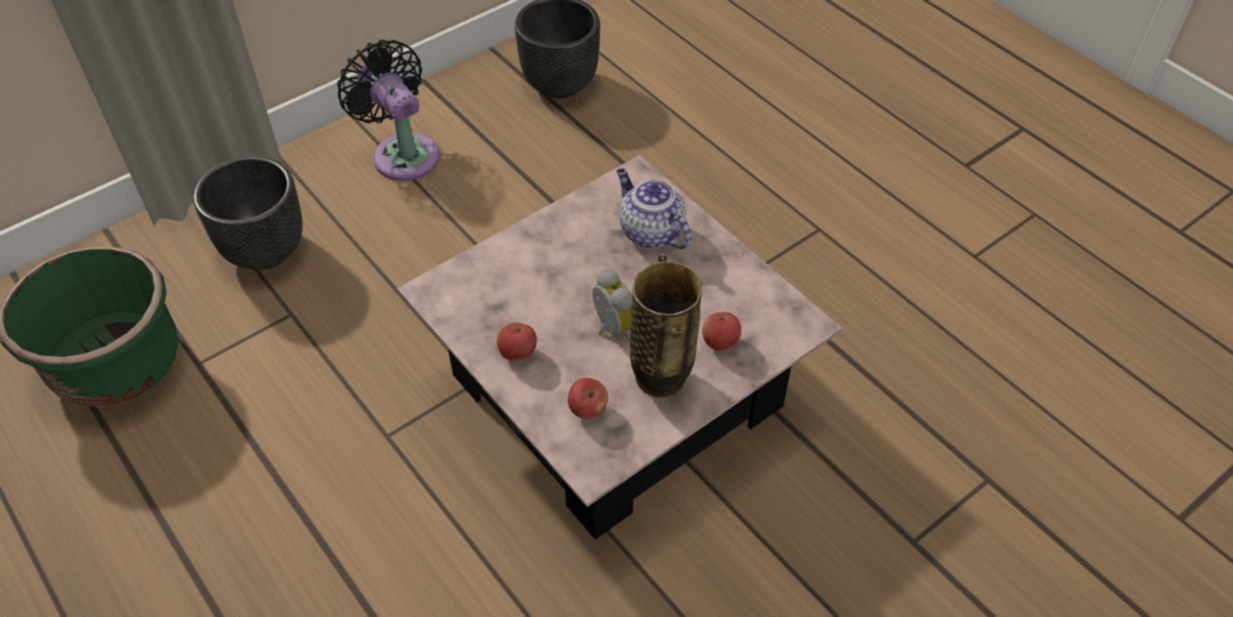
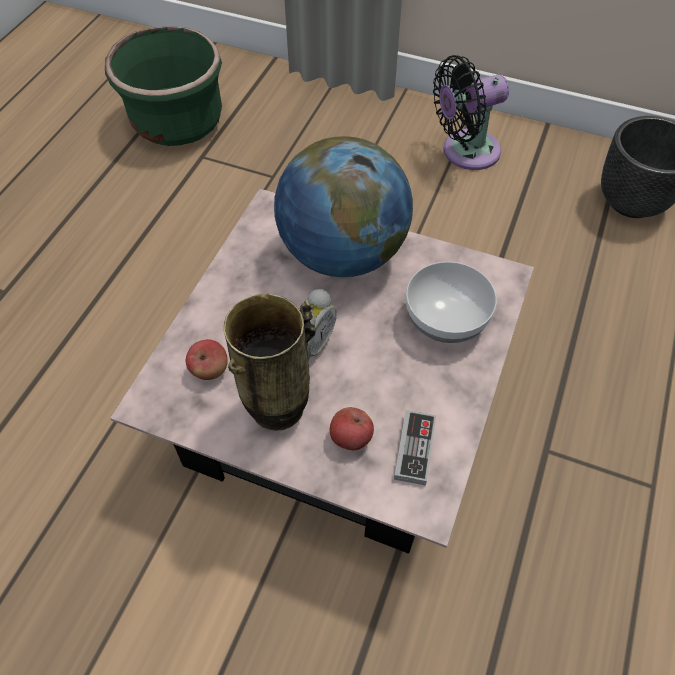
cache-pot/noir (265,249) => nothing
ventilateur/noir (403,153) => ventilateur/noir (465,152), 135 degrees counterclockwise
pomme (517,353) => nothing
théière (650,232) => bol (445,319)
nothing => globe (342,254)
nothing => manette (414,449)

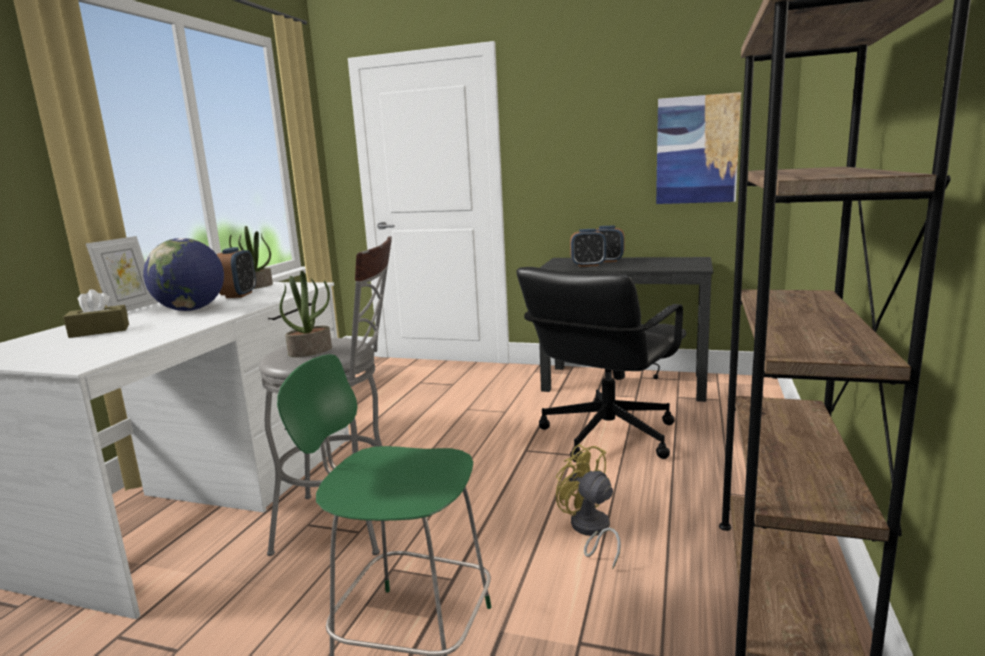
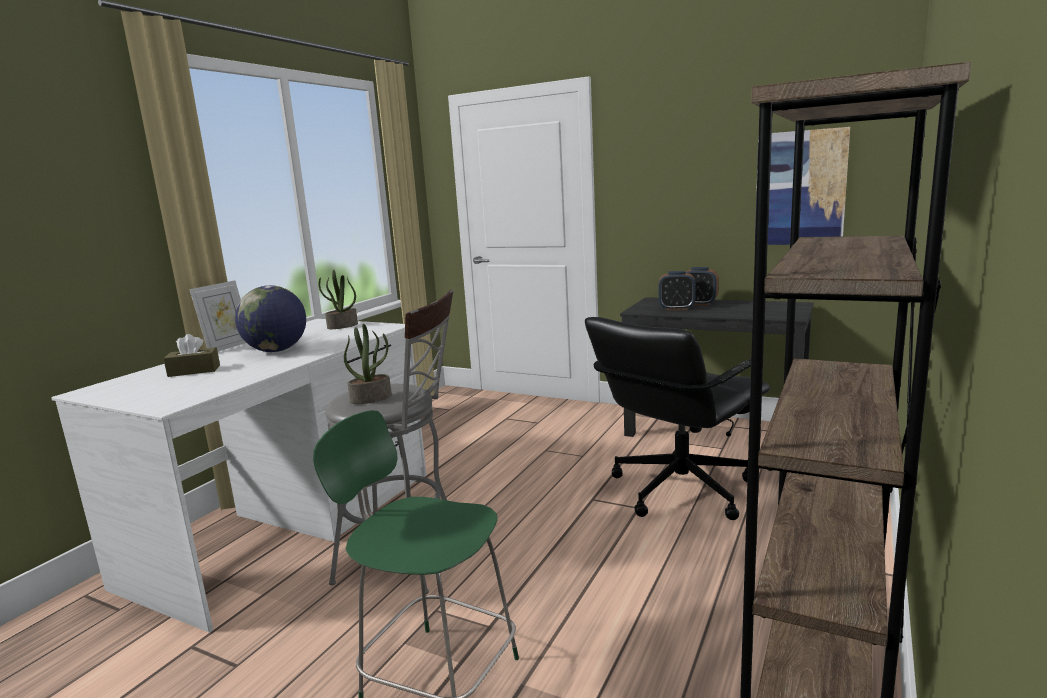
réveil (239,295) => nothing
ventilateur/jaune (590,531) => nothing

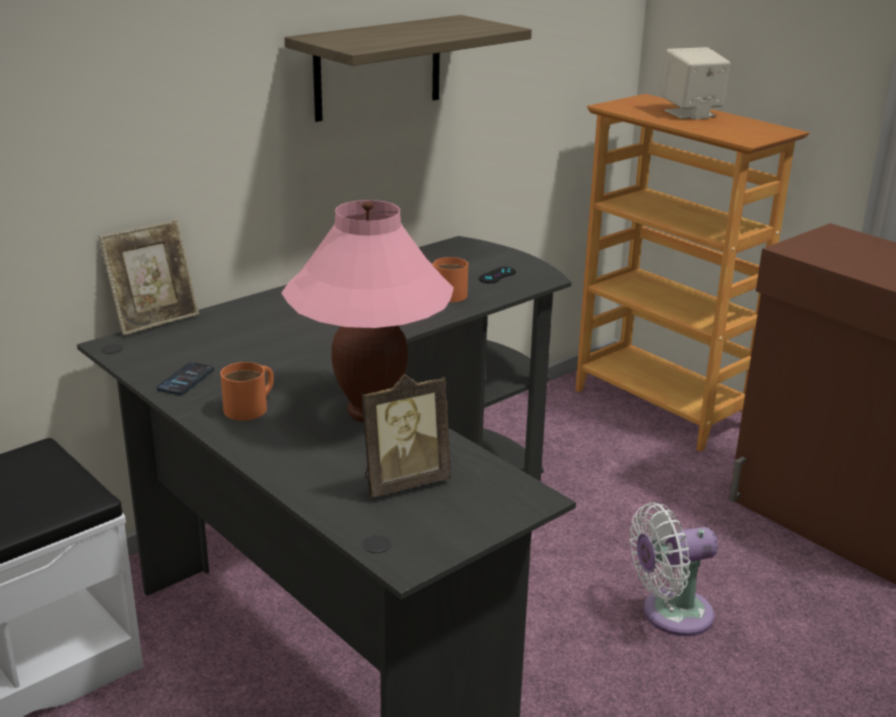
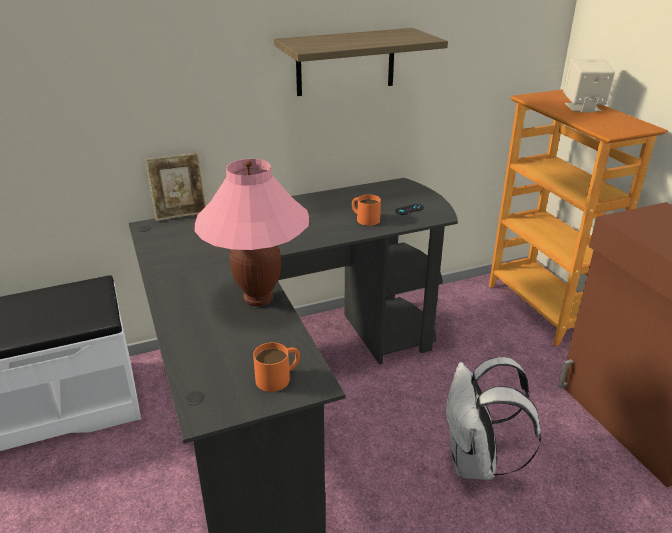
téléphone (186,380) => nothing
mug/orange (252,406) => mug/orange (279,377), relocated
cadre photo (403,482) => nothing
ventilateur/blanc (670,614) => sac à dos/blanc (476,462)

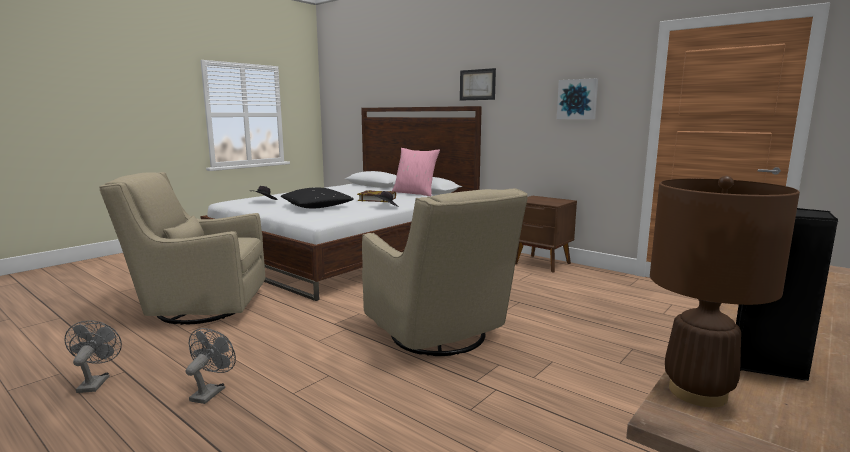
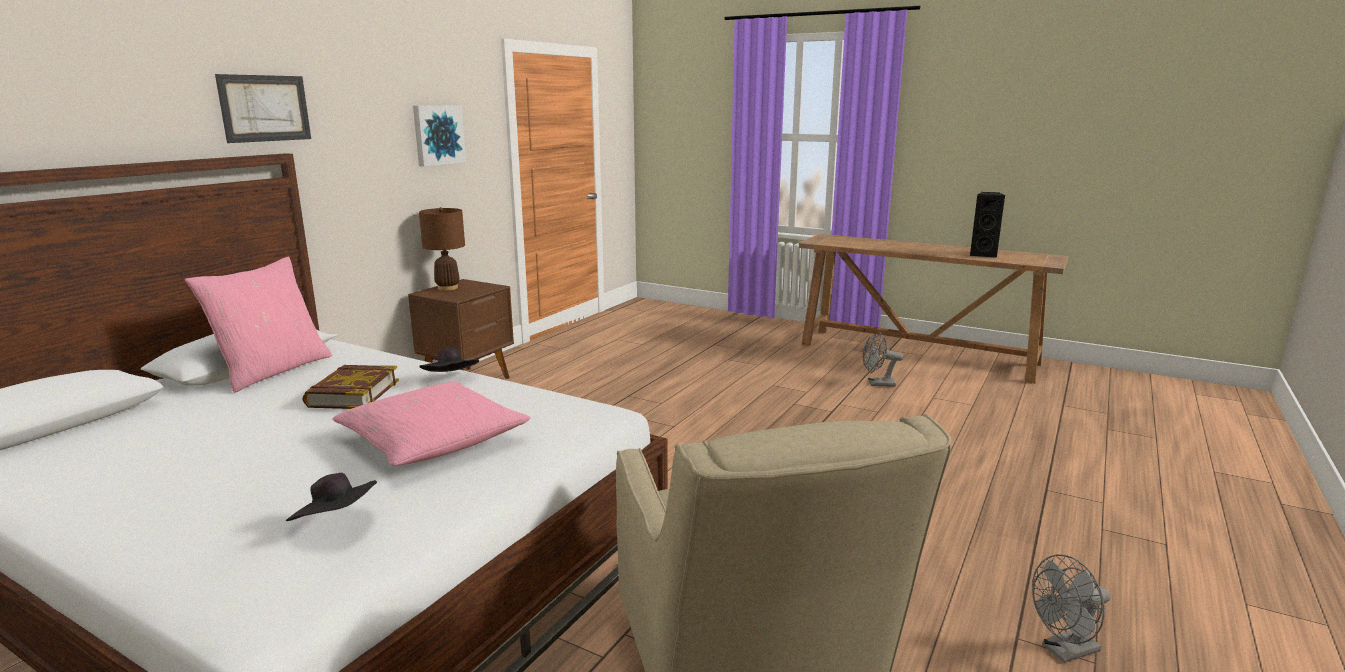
ventilateur/gris (211,392) => ventilateur/gris (877,384), relocated
coussin/noir (317,207) => coussin/rose (433,441)
fauteuil/beige (440,336) => nothing
lampe de table/marron (697,392) => lampe de table/marron (448,288), relocated

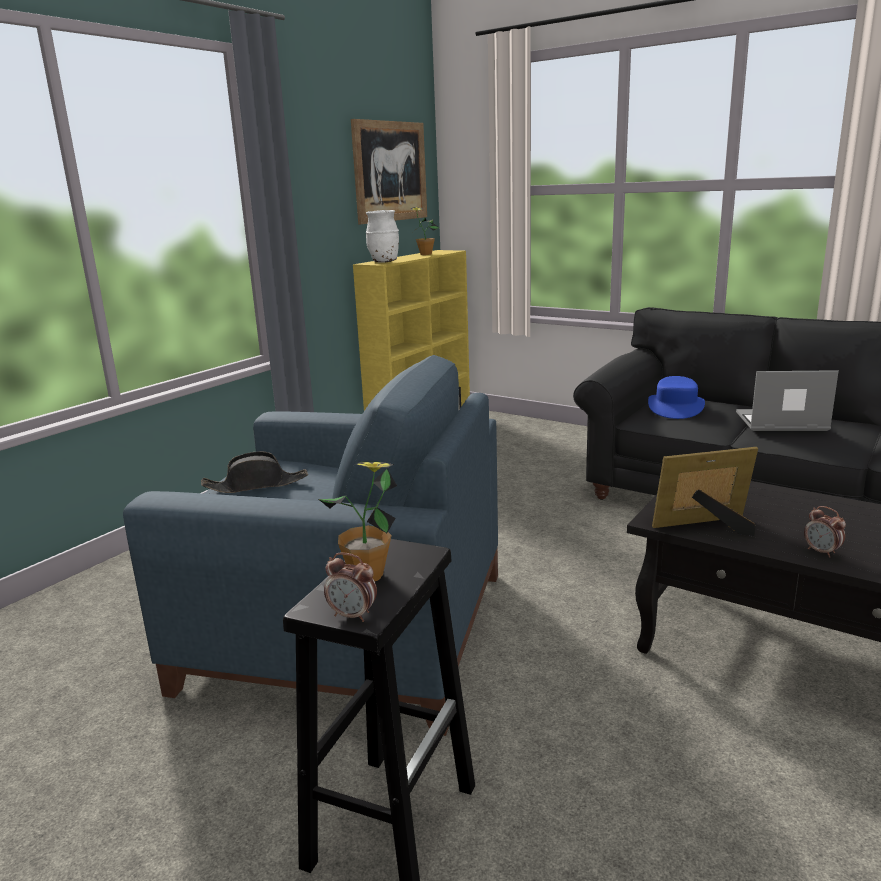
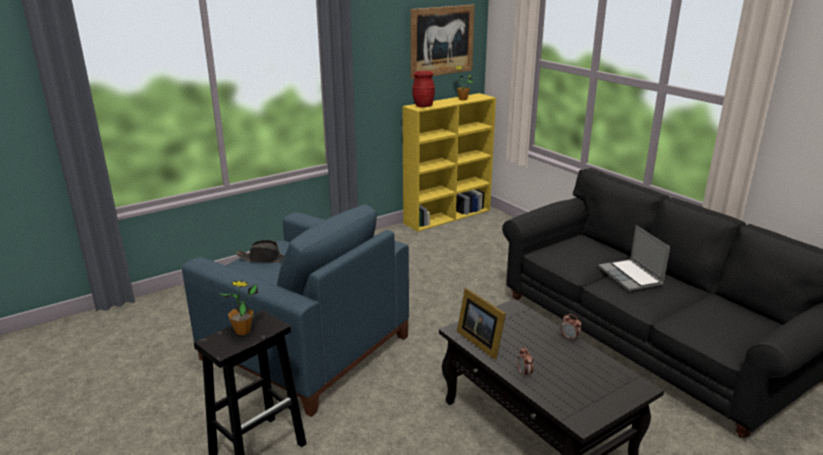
réveil (353,615) => réveil (569,338), relocated
vase/blanc (384,262) => vase/rouge (423,106)
chapeau/bleu (675,407) => nothing
cadre photo (706,526) => cadre photo (480,341), 135 degrees counterclockwise
ordinateur portable (780,423) => ordinateur portable (631,276), 135 degrees counterclockwise

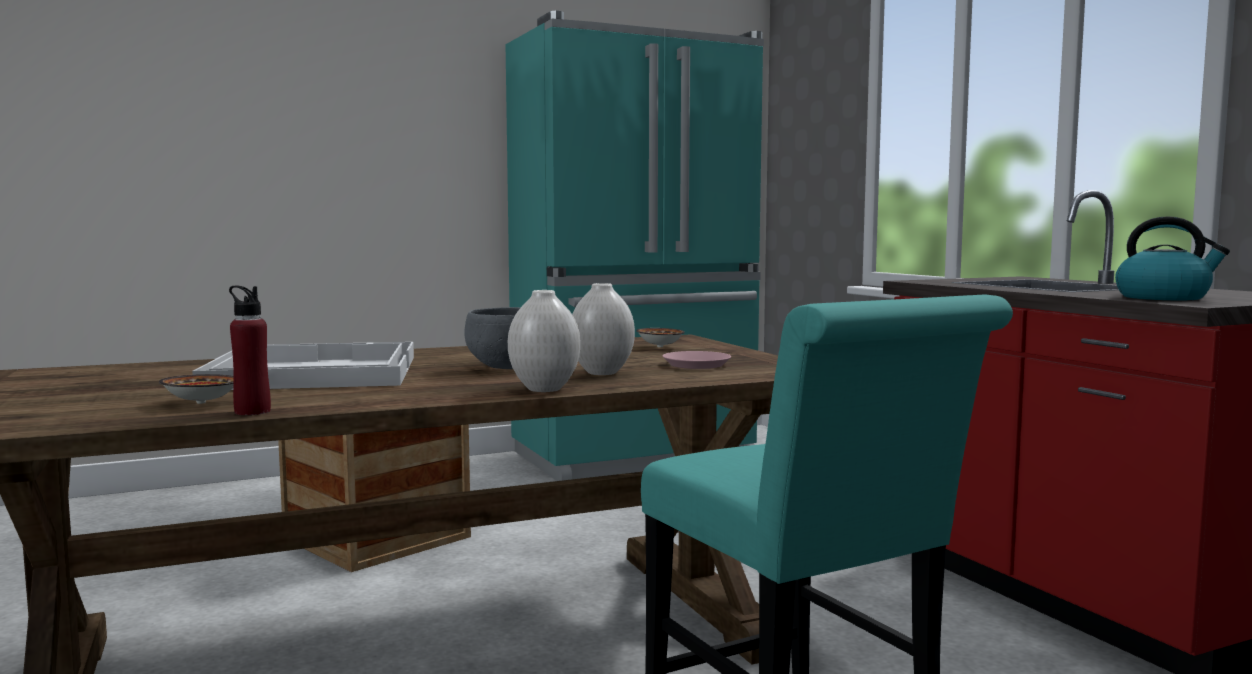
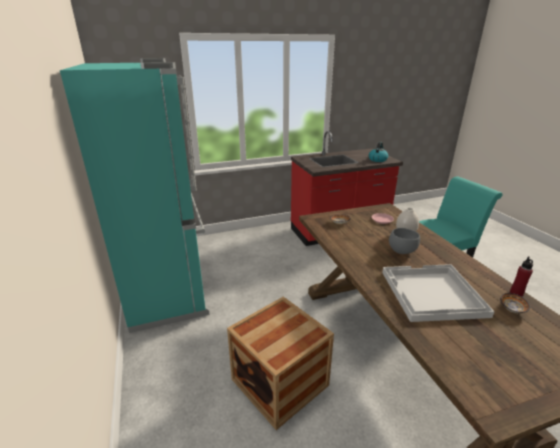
vase/blanc (545,389) => nothing

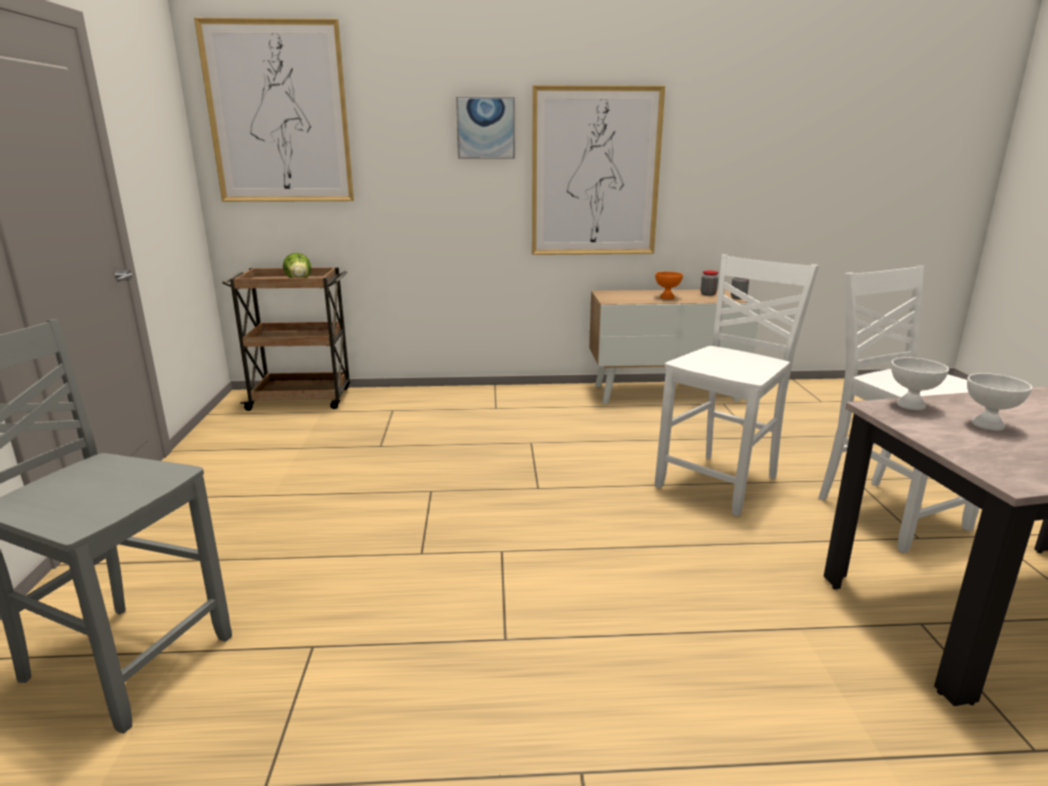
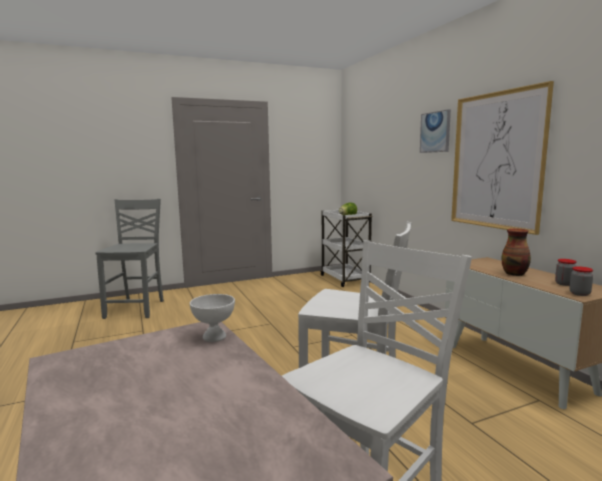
tableau (278,114) => nothing
chariot/marron (302,399) => chariot/blanc (345,279)
bol/orange (667,297) => vase (515,274)
bol/blanc (988,425) => nothing

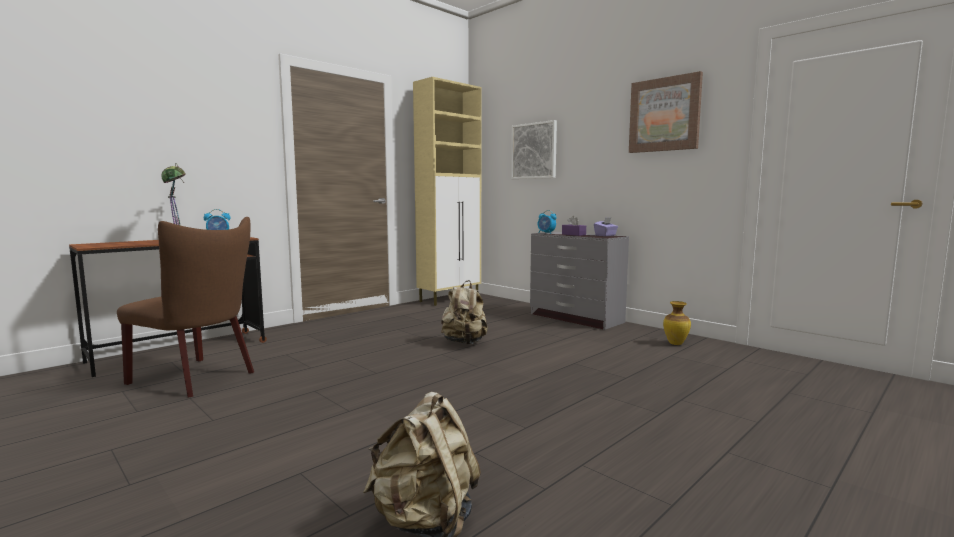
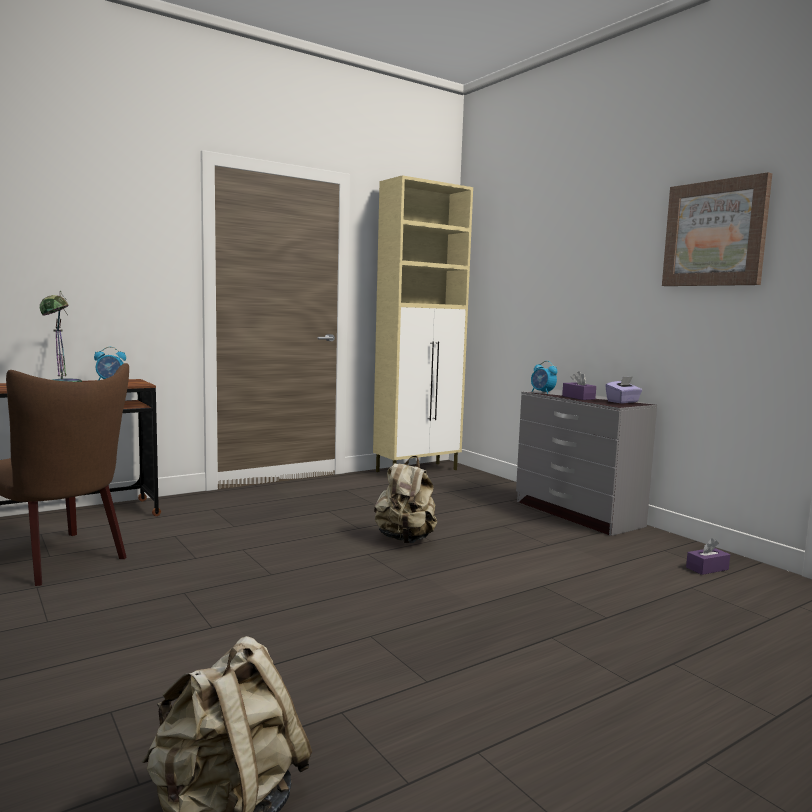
tableau (534,151) => nothing
vase (675,343) => boîte à mouchoirs/violet (707,568)

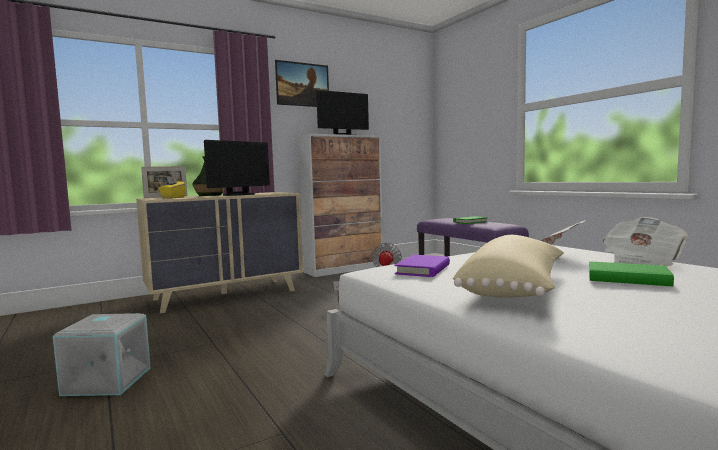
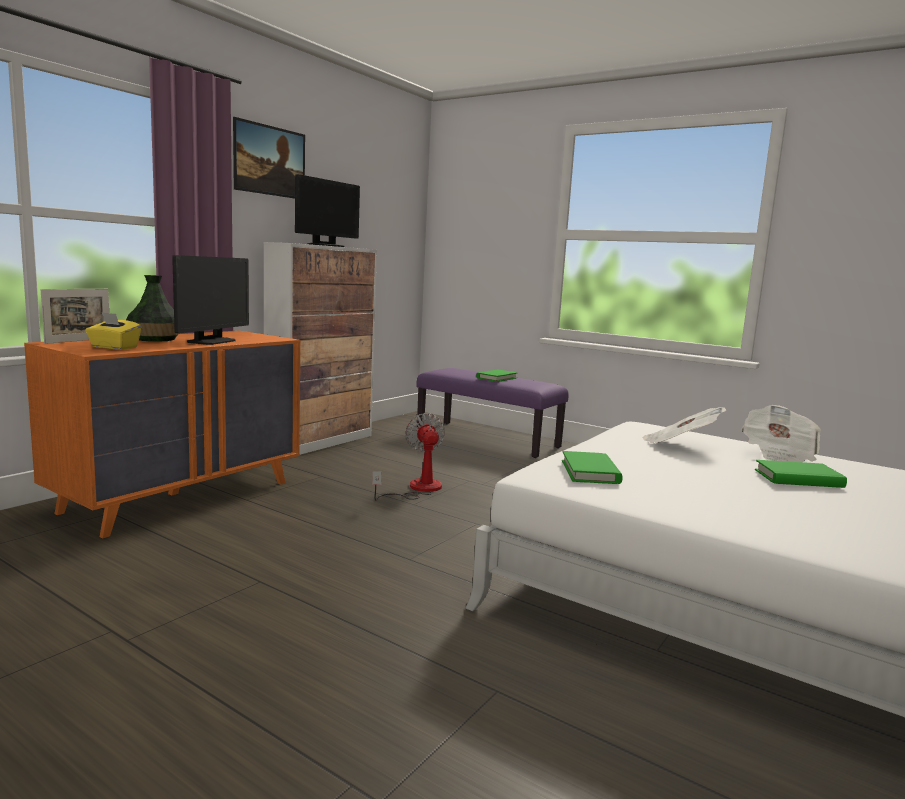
boîte de rangement/gris (106,381) => nothing
commode/beige (226,295) => commode/orange (181,496)
livre/violet (423,269) => livre/vert (590,472)
coussin/beige (516,288) => nothing

